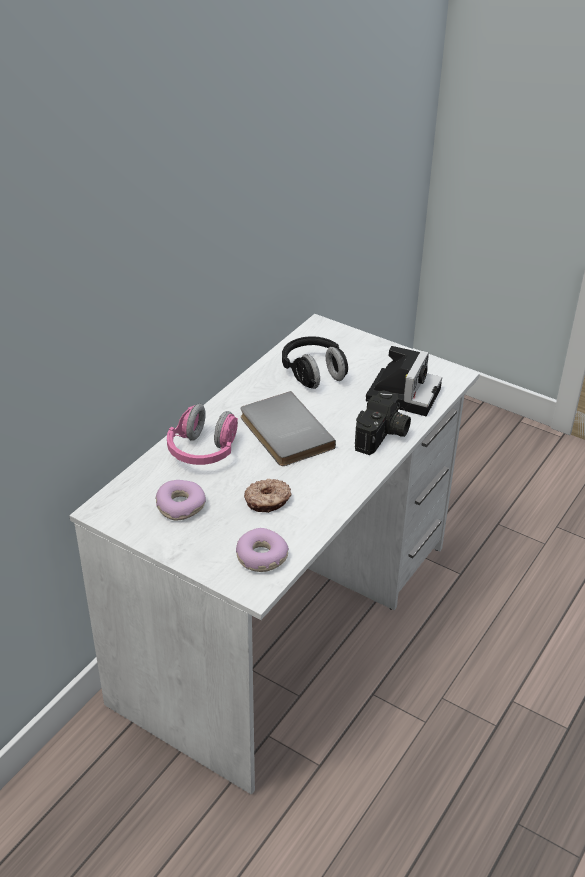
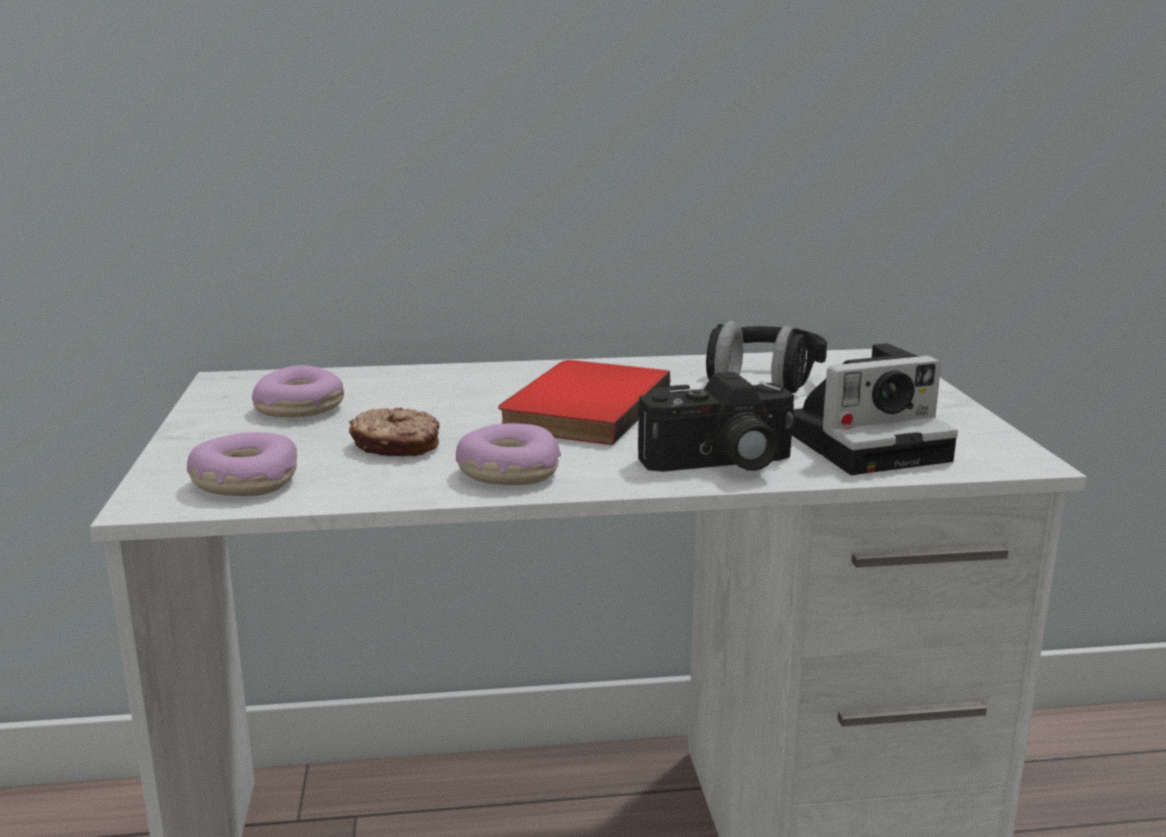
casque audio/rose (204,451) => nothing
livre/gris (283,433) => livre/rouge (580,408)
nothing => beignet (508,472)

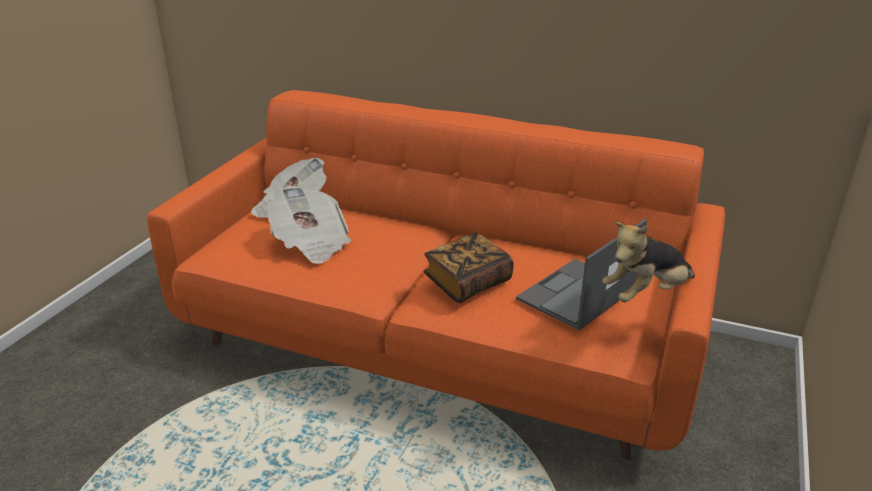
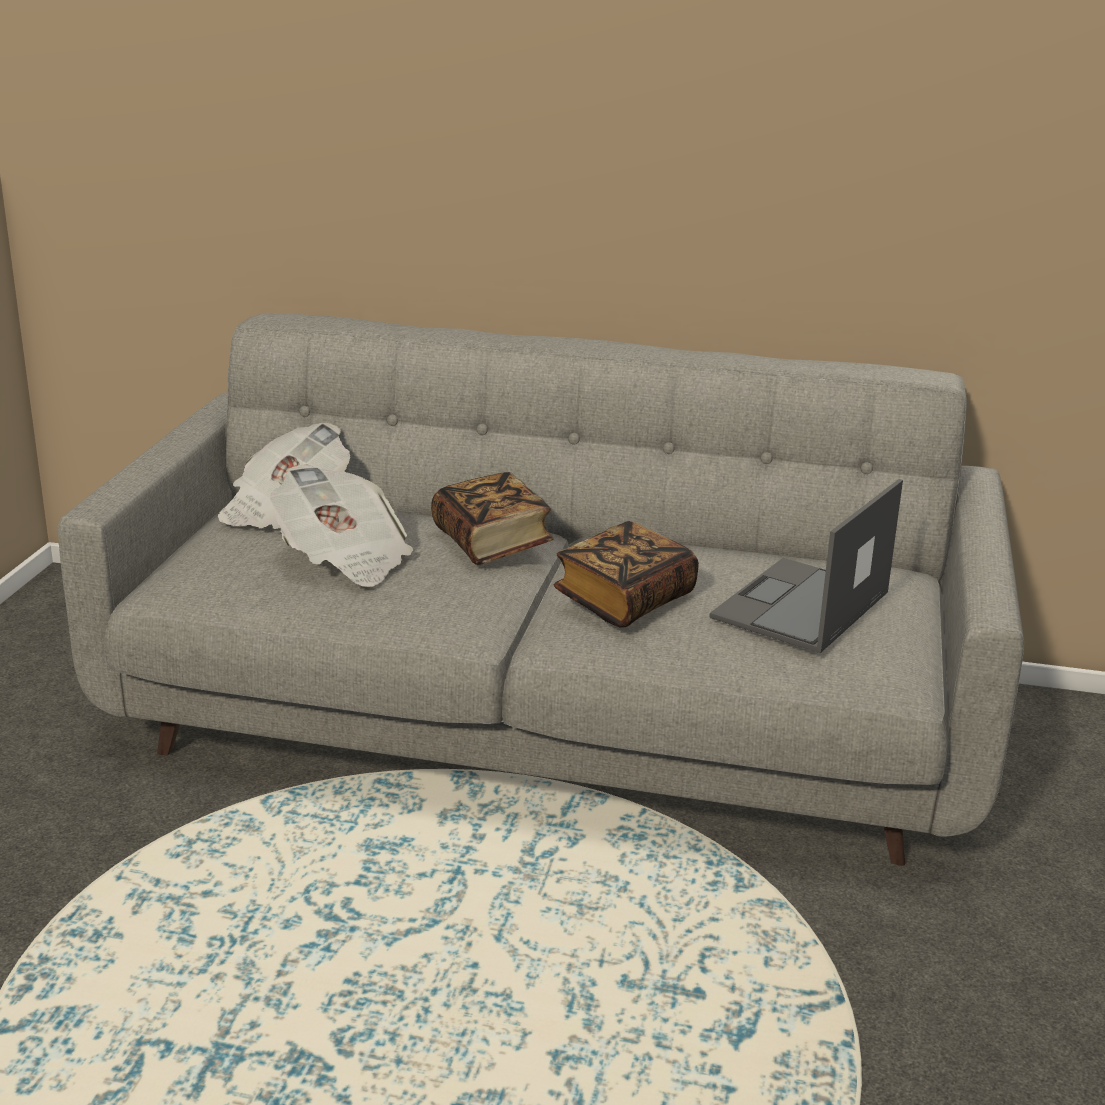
canapé/orange (436,341) => canapé/gris (549,722)
peluche (646,294) => nothing
nothing => livre (492,543)

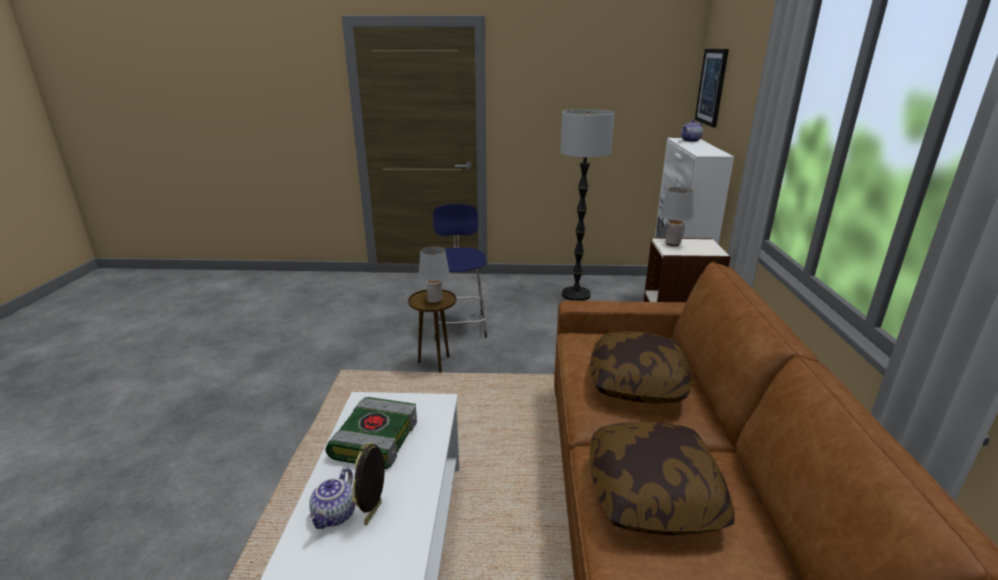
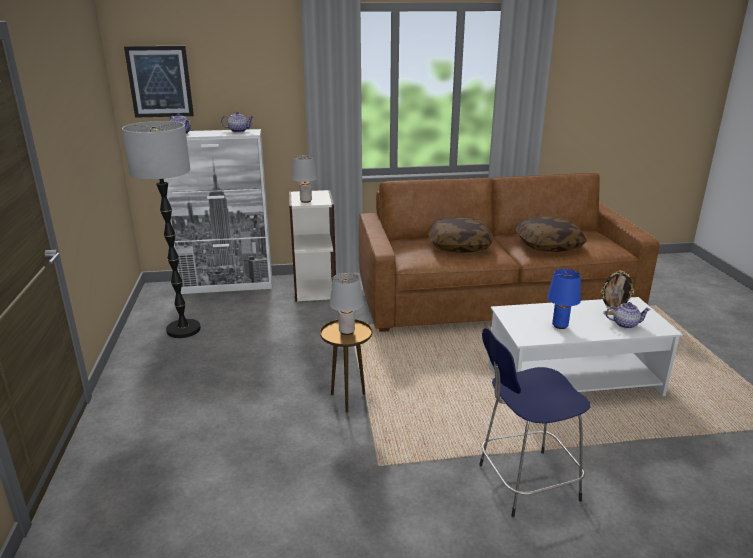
livre (374,438) => lampe de table/bleu (559,325)
tabouret/bleu (460,325) => tabouret/bleu (524,483), relocated
nothing => théière (239,131)

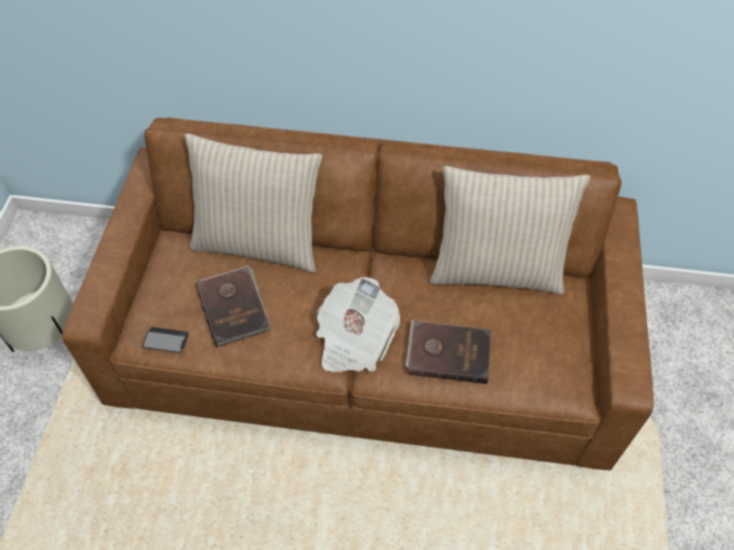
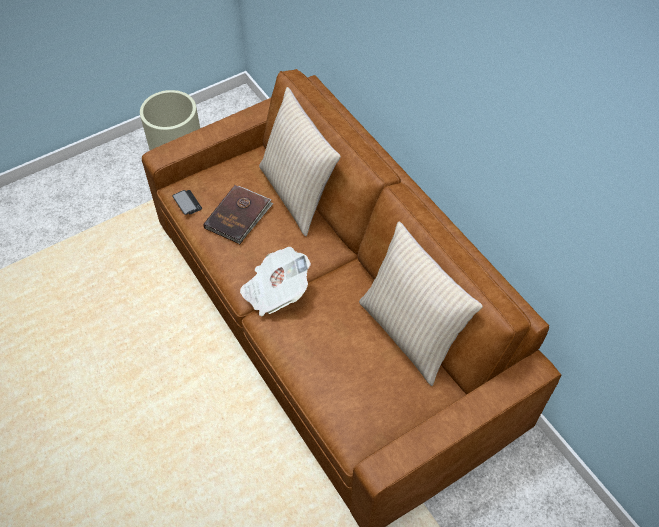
livre/marron (448,353) => nothing

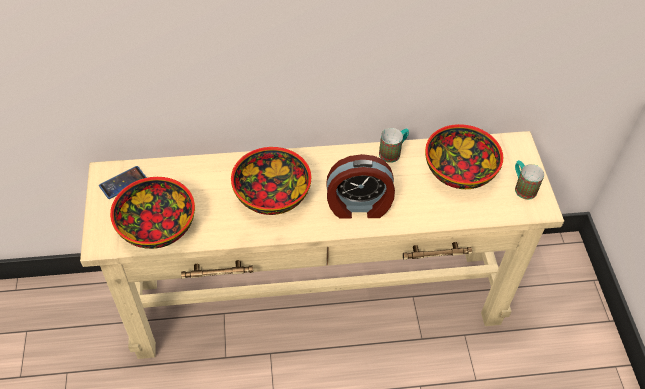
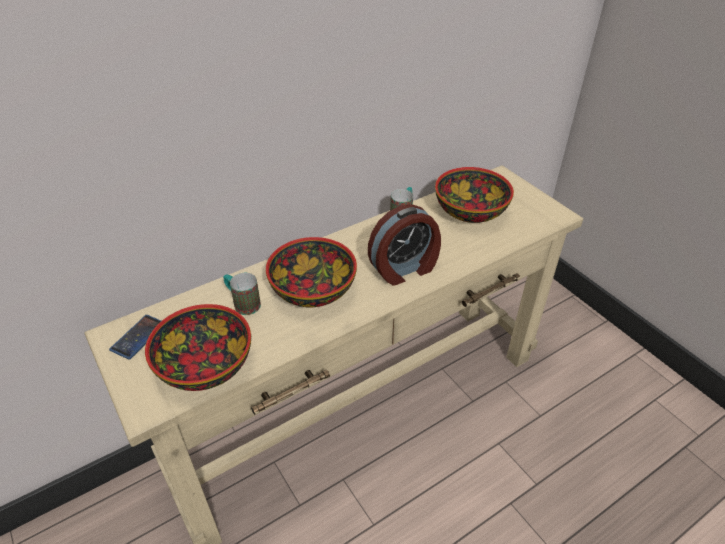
mug (522,187) => mug (243,303), relocated

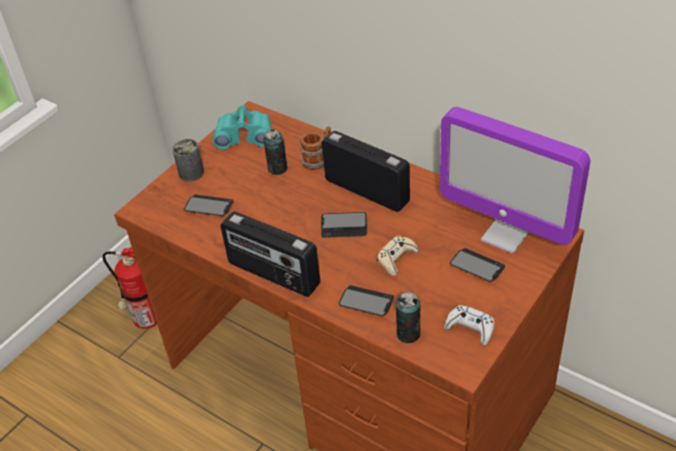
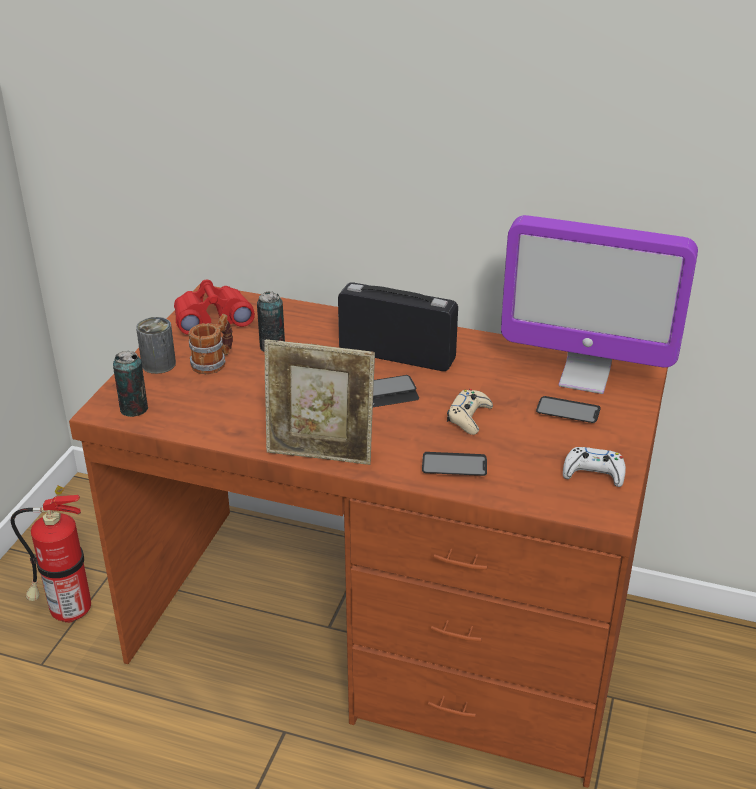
téléphone (209,206) => nothing
jumelles/turquoise (244,135) => jumelles/rouge (212,318)
radio (273,274) => cadre photo (320,455)
mug (319,160) => mug (214,362), relocated
boîte métallique (408,334) => boîte métallique (134,409), relocated

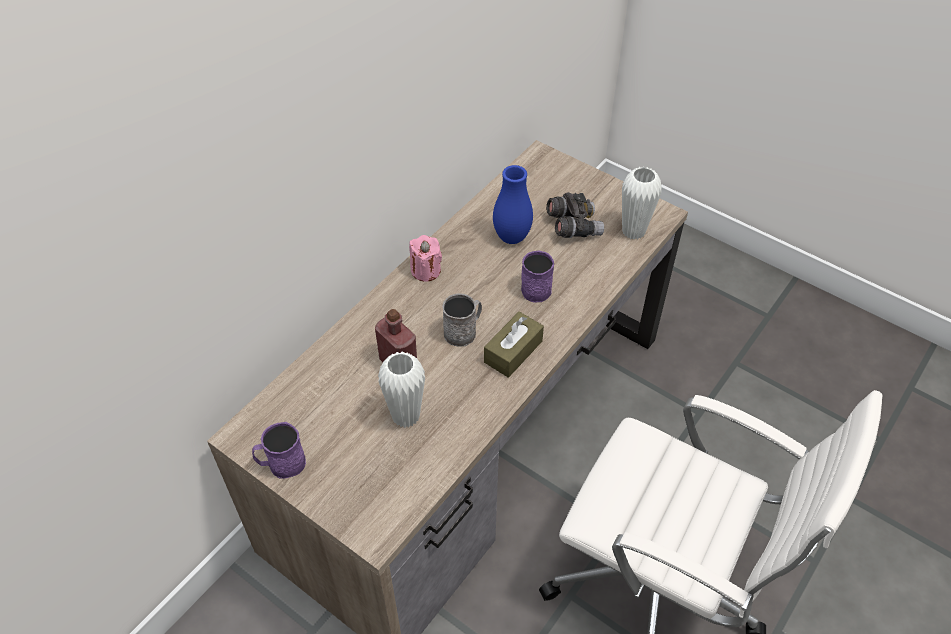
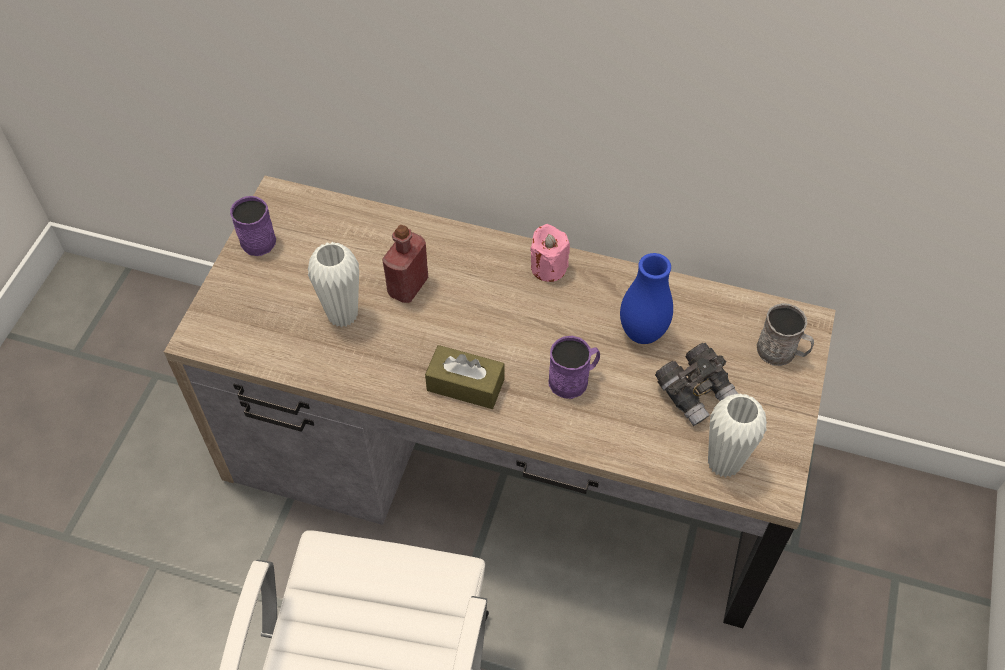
mug/gris (463,331) => mug/gris (781,352), relocated

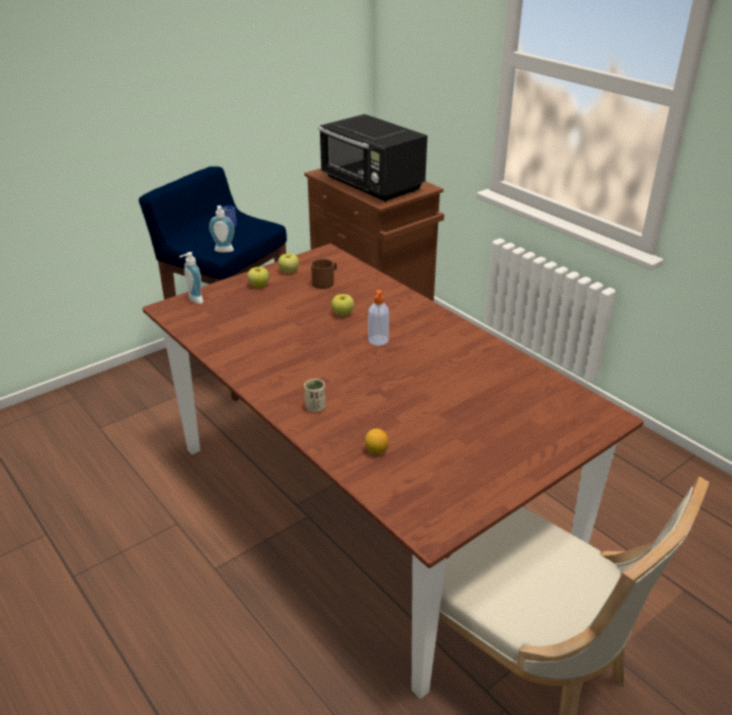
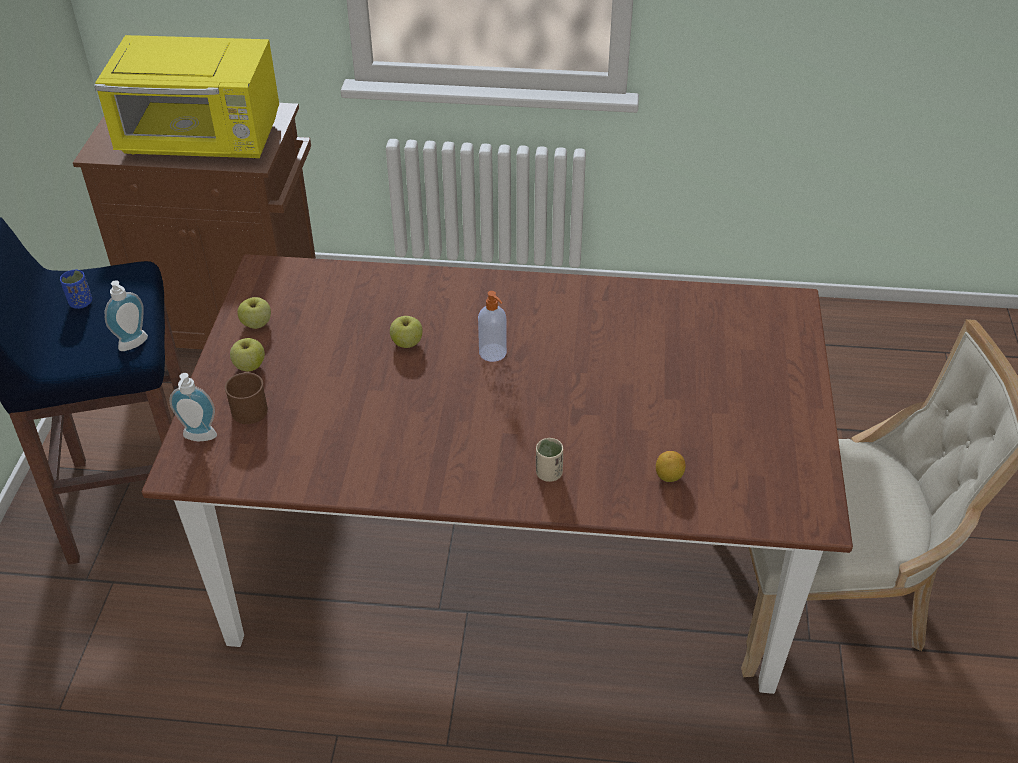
mug/marron (325,282) => mug/marron (250,407), relocated
micro-ondes/noir (372,185) => micro-ondes/jaune (202,140)

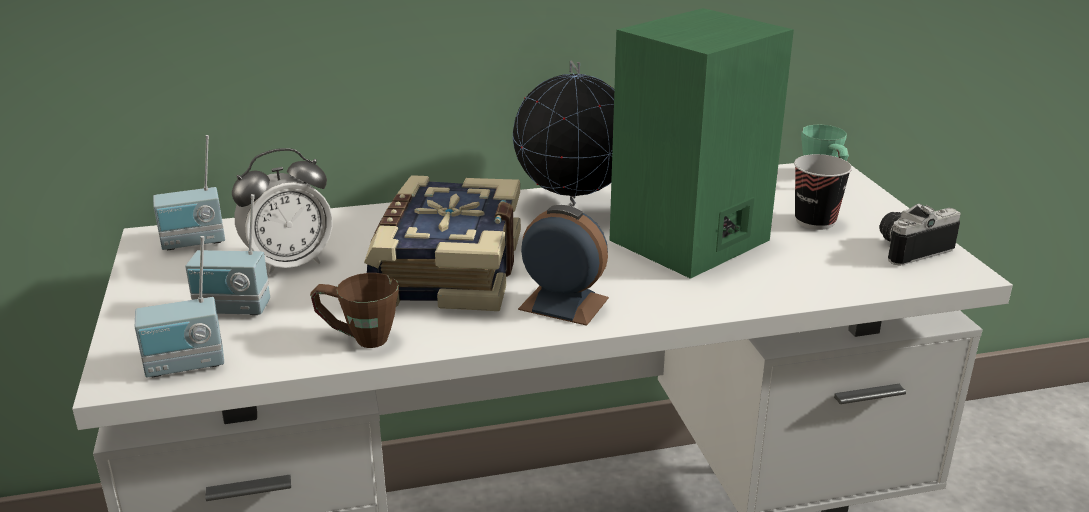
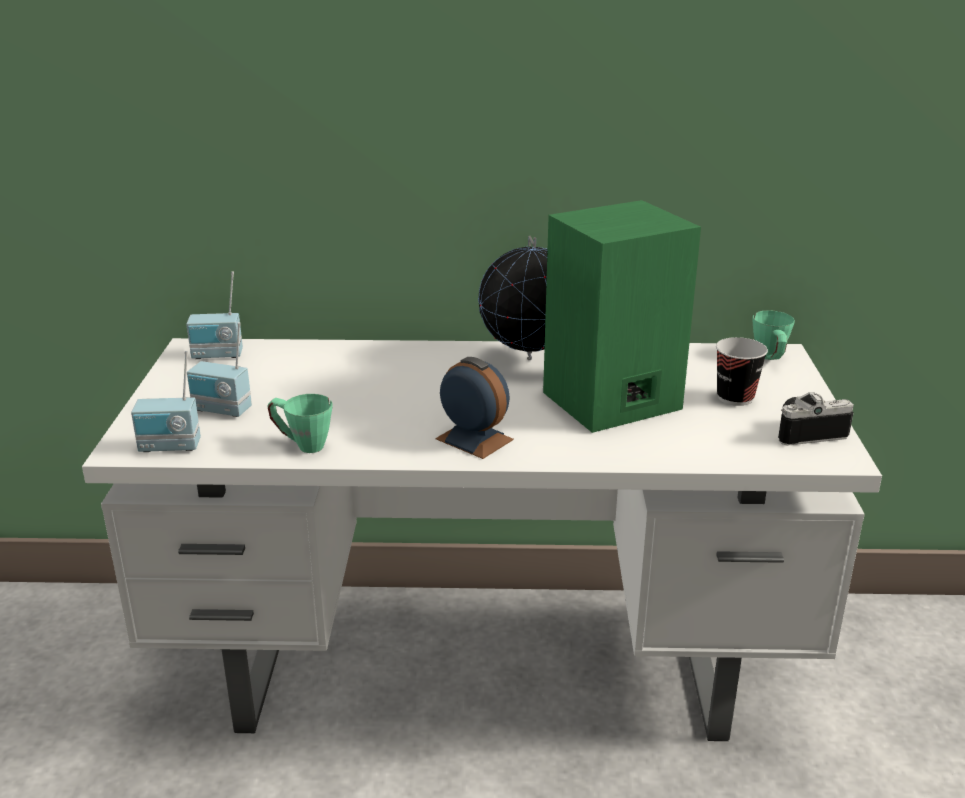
réveil (289,264) => nothing
mug/marron (358,338) => mug/vert (301,444)
livre (445,270) => nothing

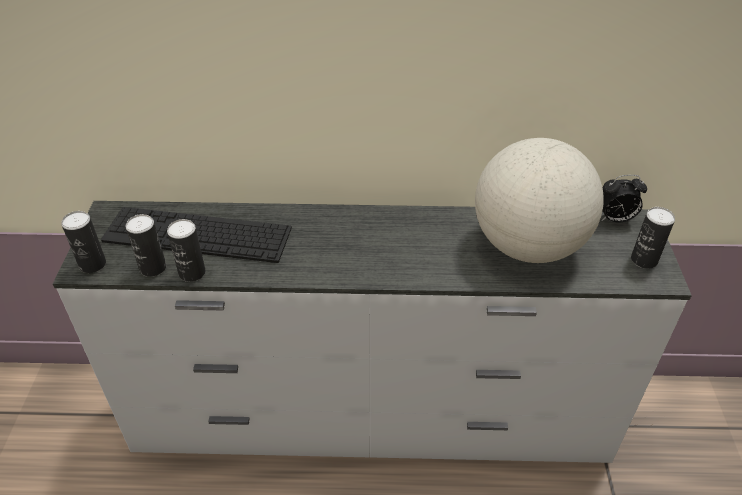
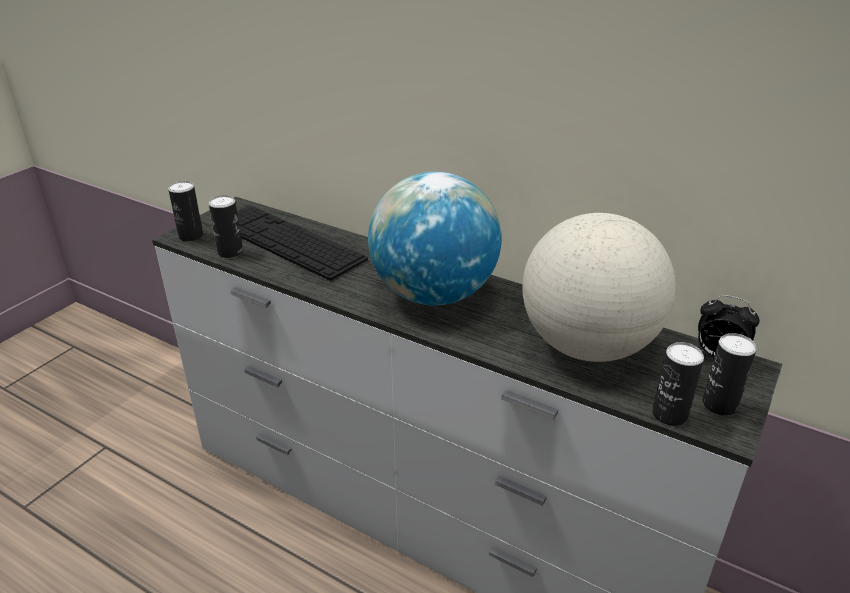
boîte métallique (192,273) => boîte métallique (669,415), relocated
nothing => globe (433,294)

